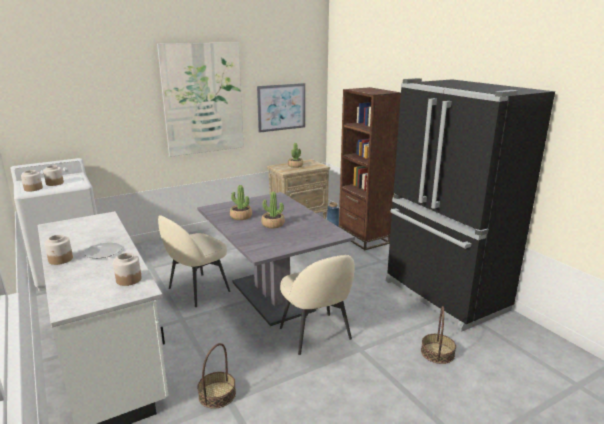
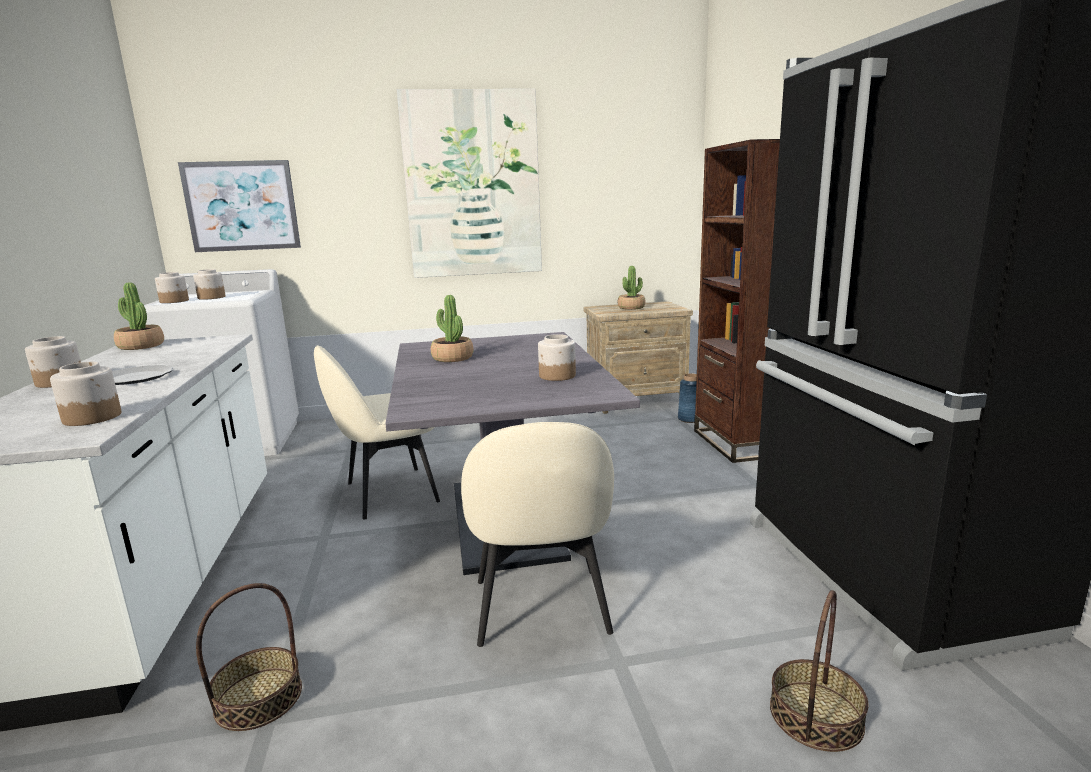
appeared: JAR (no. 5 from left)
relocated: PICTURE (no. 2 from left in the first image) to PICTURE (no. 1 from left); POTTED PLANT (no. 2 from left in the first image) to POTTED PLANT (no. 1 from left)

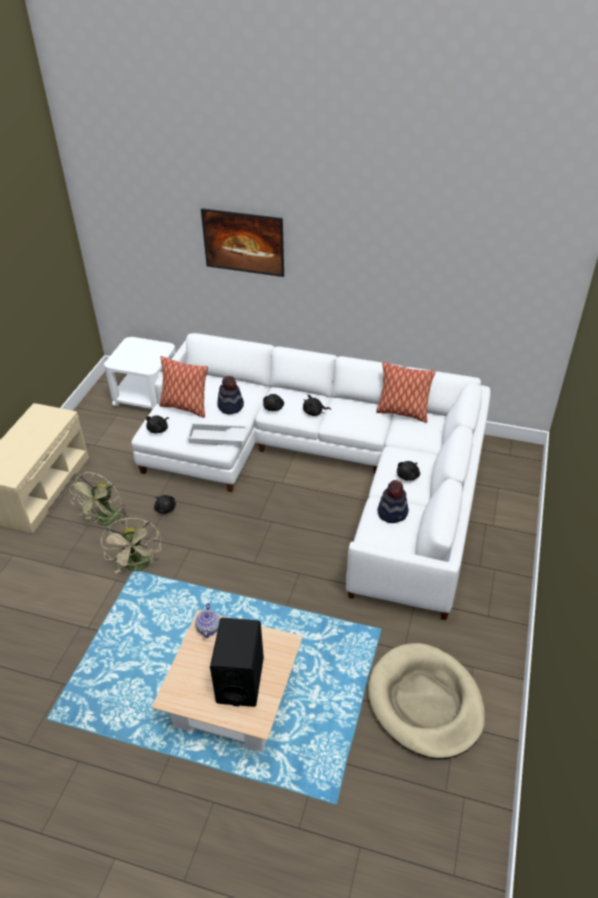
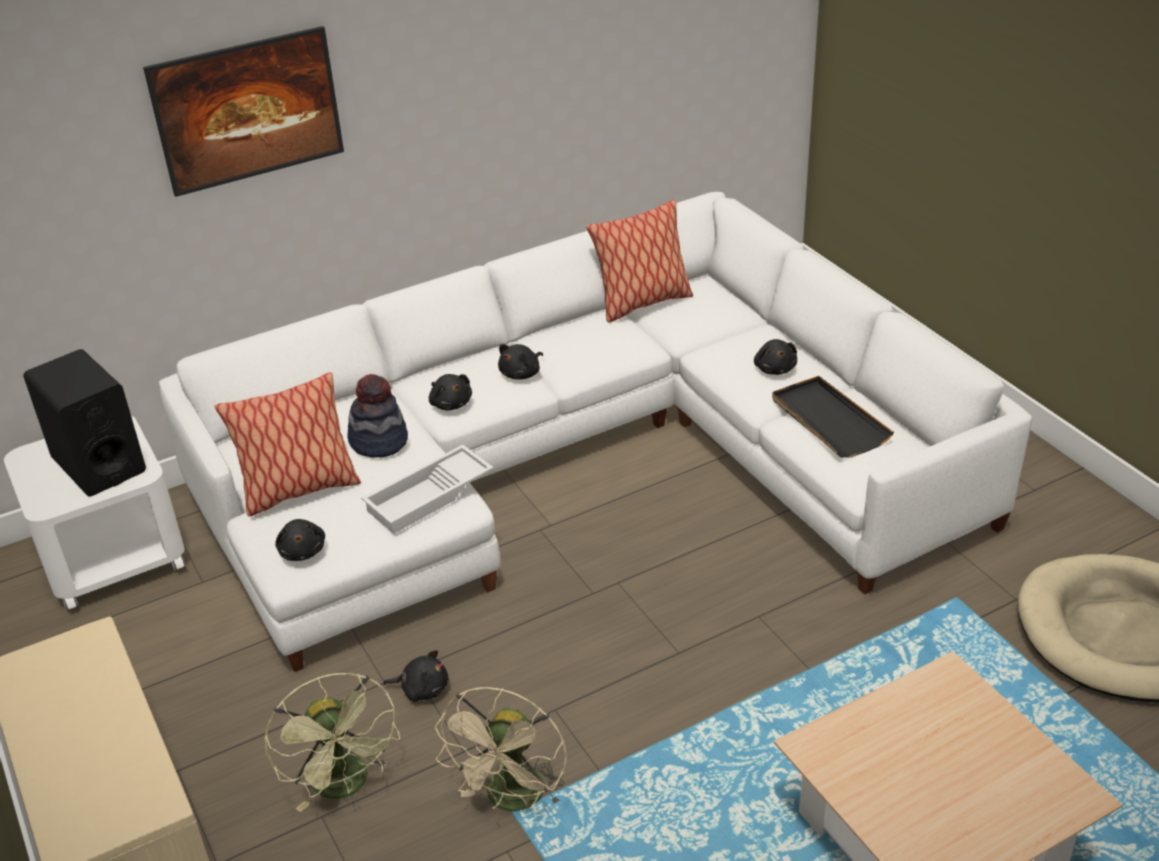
missing: TEAPOT
relocated: BLACK SPEAKER
exchanged: HAT (no. 2 from left) to BLACK TRAY
spun: BEIGE FAN 75 degrees clockwise

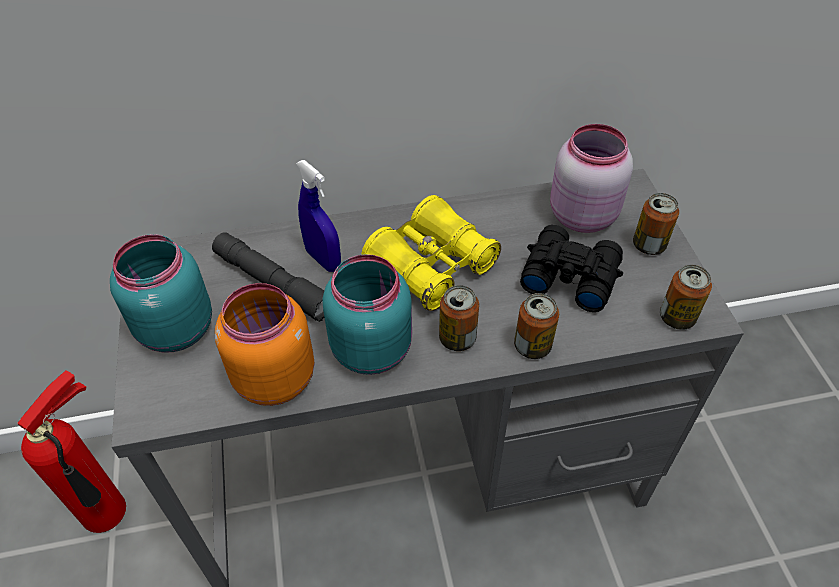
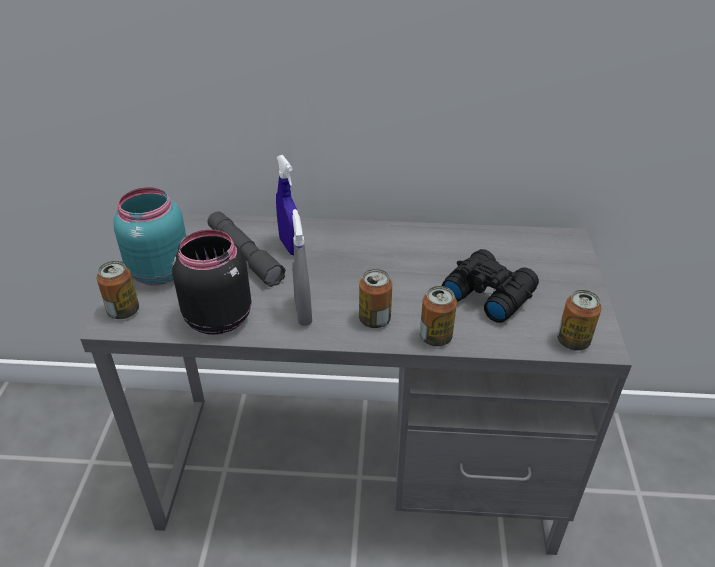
missing: PINK JAR; YELLOW BINOCULARS; FIRE EXTINGUISHER
relocated: CAN (no. 3 from left in the first image) to CAN (no. 1 from left)
exchanged: TURQUOISE JAR (no. 2 from left) to GREY SPRAY BOTTLE
colour: ORANGE JAR to BLACK JAR

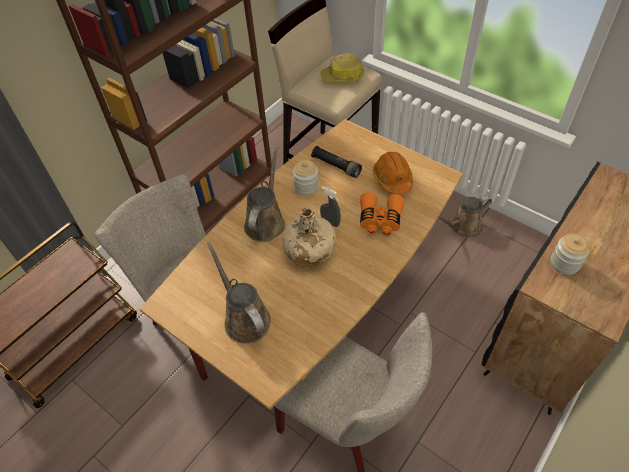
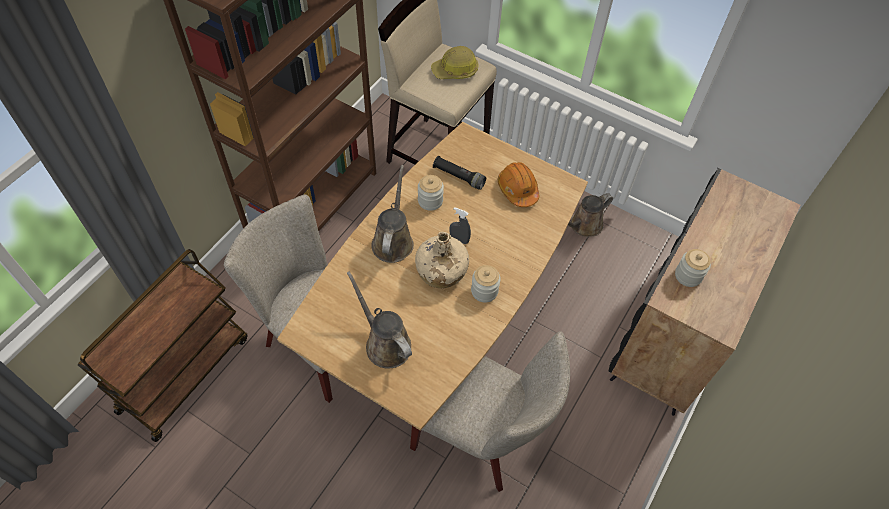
missing: ORANGE BINOCULARS
appeared: JAR (no. 2 from left)

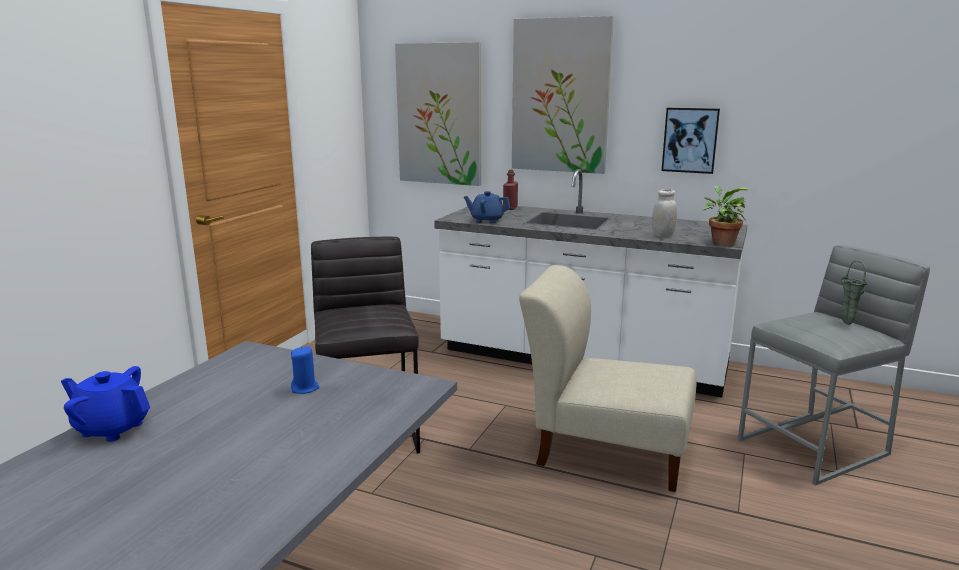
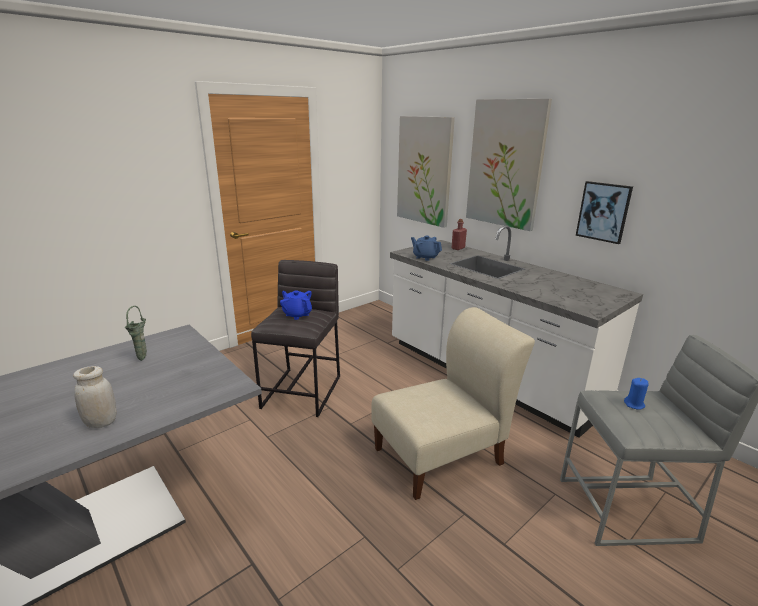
missing: POTTED PLANT
relocated: WHITE JAR; GREEN VASE; BLUE CANDLE; BLUE TEAPOT (no. 1 from left)
spun: BEIGE CHAIR 105 degrees clockwise

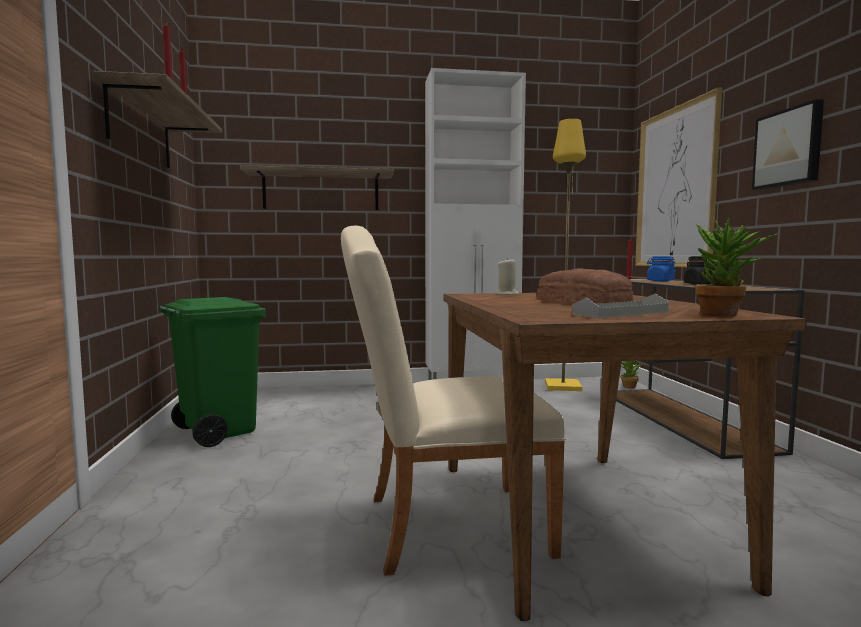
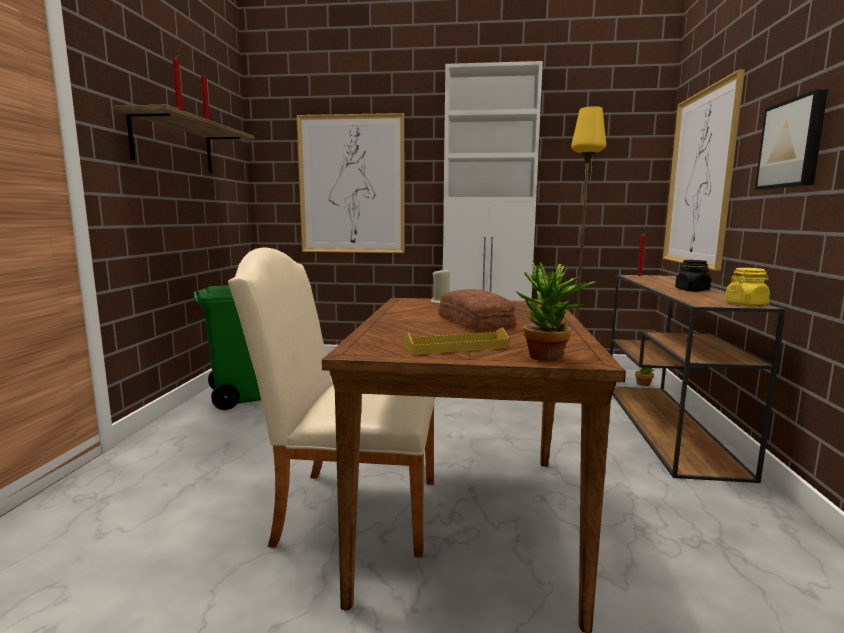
missing: BLUE JAR
appeared: YELLOW JAR
exchanged: SHELF (no. 2 from left) to PICTURE (no. 1 from left)
colour: GREY TRAY to YELLOW TRAY

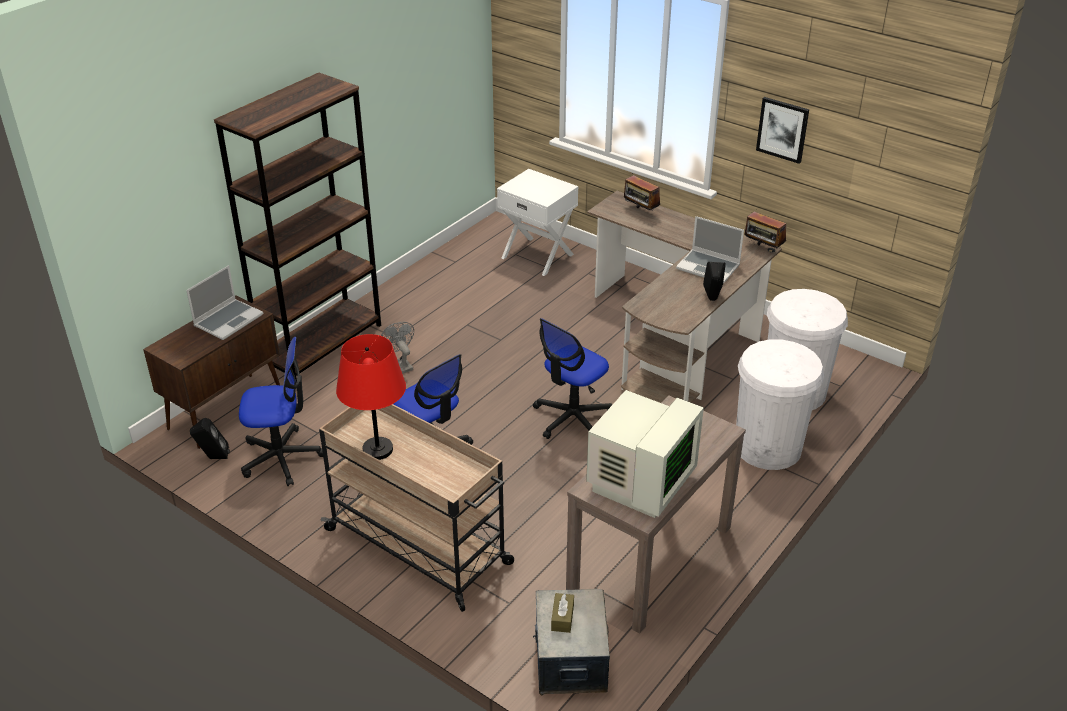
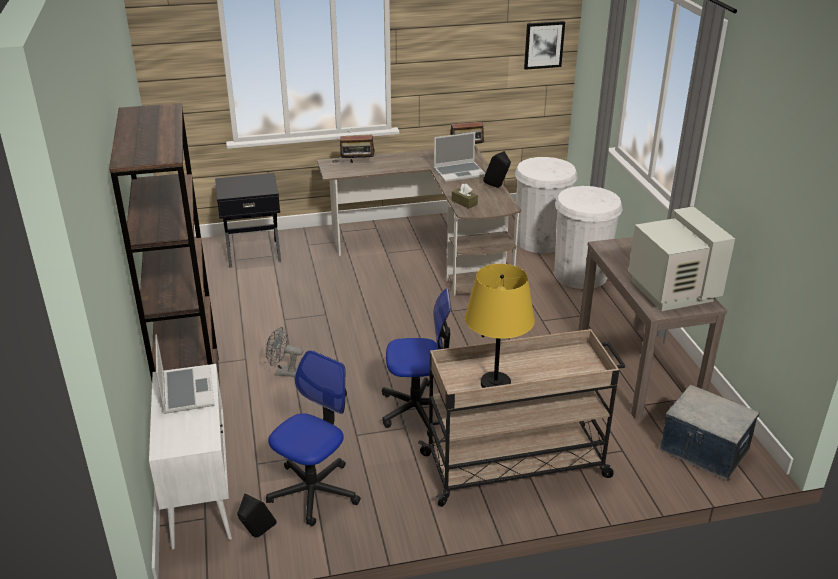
missing: OFFICE CHAIR (no. 3 from left)
relocated: PICTURE; BROWN TISSUE BOX
colour: WHITE NIGHTSTAND to BLACK NIGHTSTAND; BROWN CABINET to WHITE CABINET; RED TABLE LAMP to YELLOW TABLE LAMP

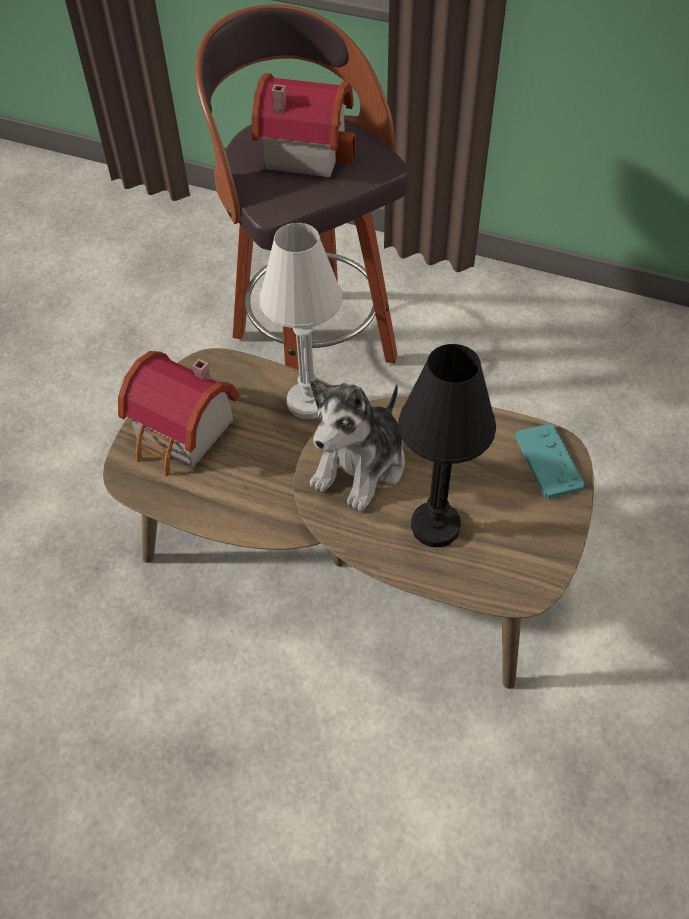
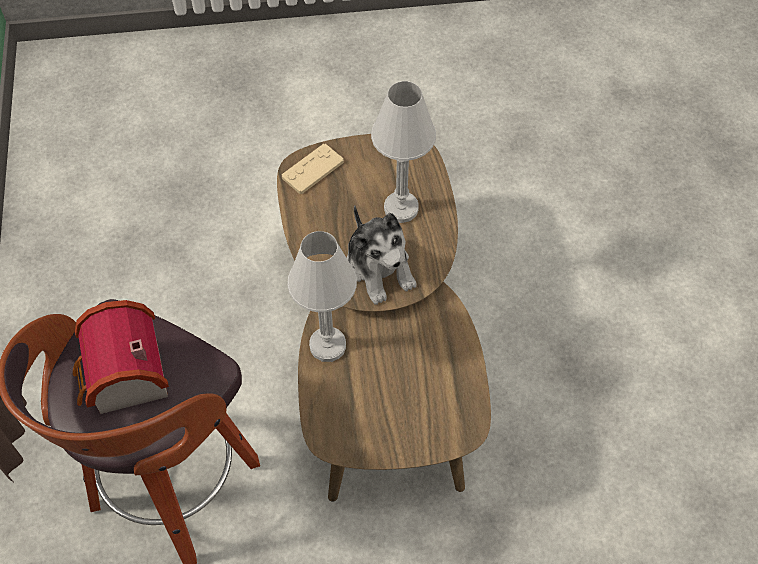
missing: TOY HOUSE (no. 1 from left)
colour: BLACK TABLE LAMP to WHITE TABLE LAMP (no. 2 from left); TURQUOISE GAME CONTROLLER to BEIGE GAME CONTROLLER
spun: PLUSH TOY 60 degrees clockwise

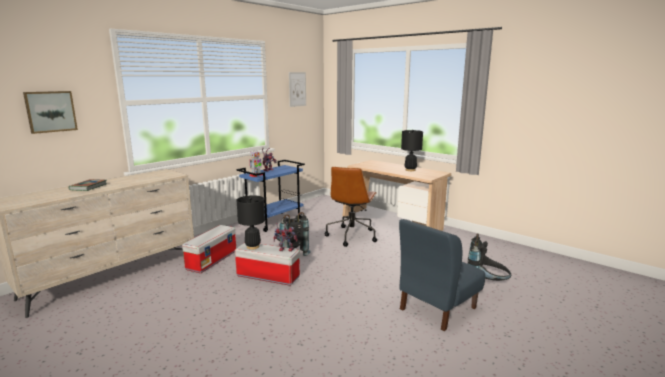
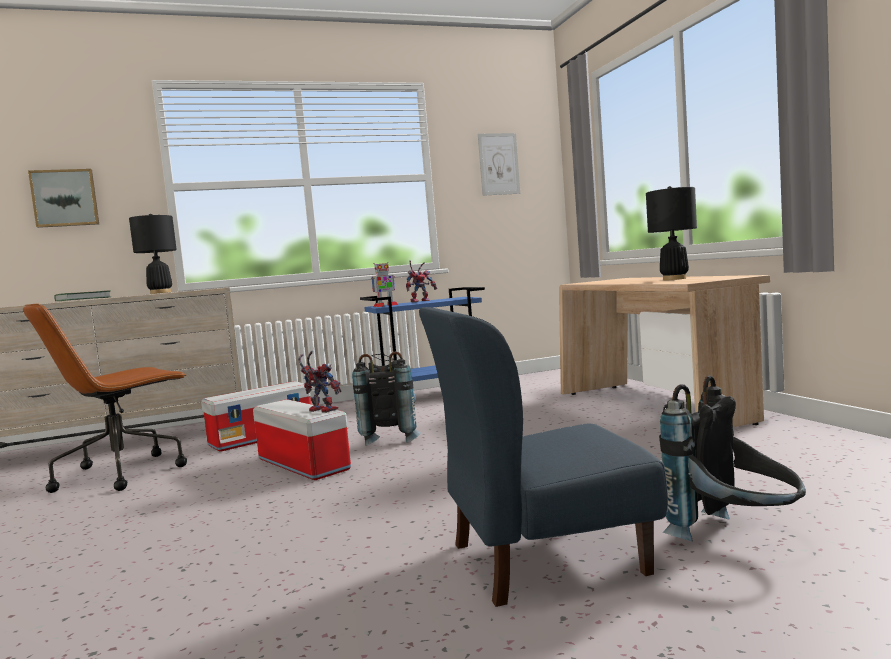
relocated: BROWN OFFICE CHAIR; BLACK TABLE LAMP (no. 1 from left)

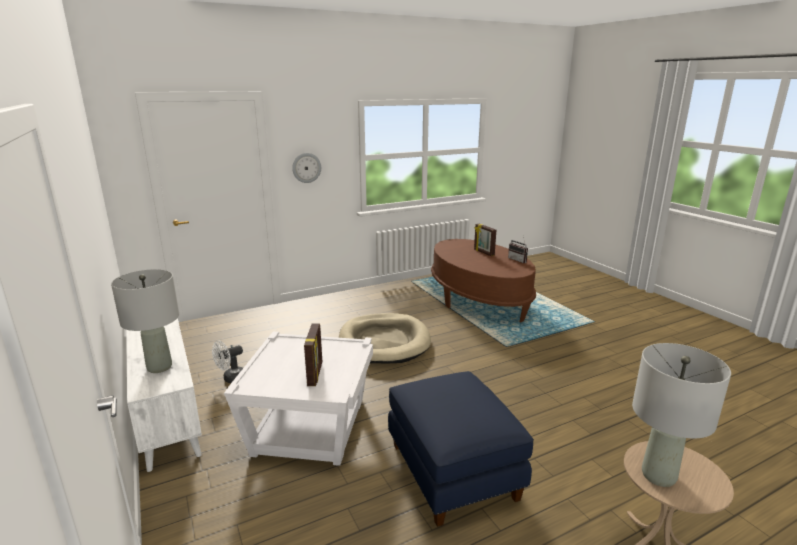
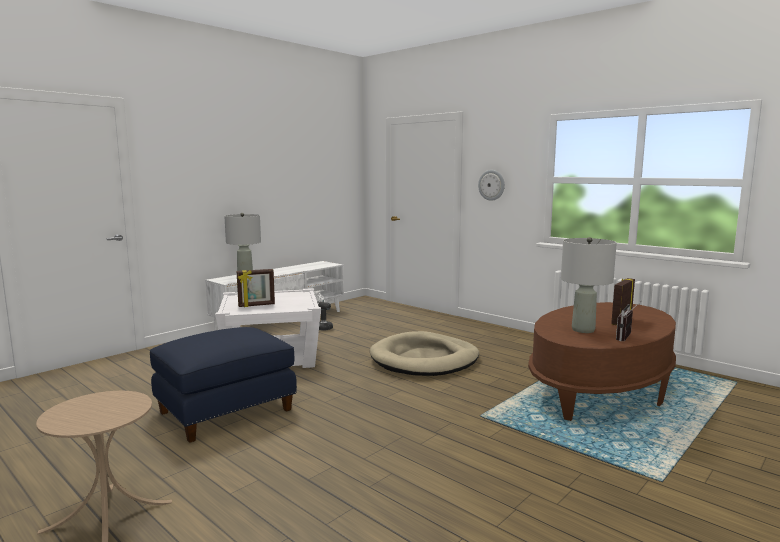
relocated: GREY TABLE LAMP (no. 2 from left)

